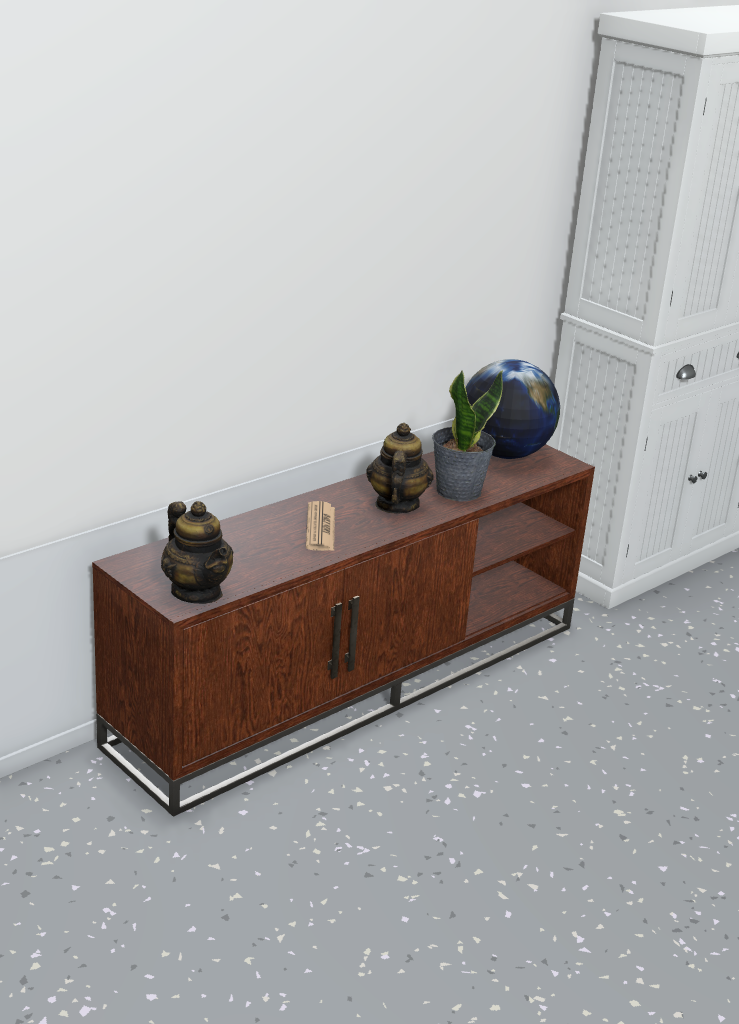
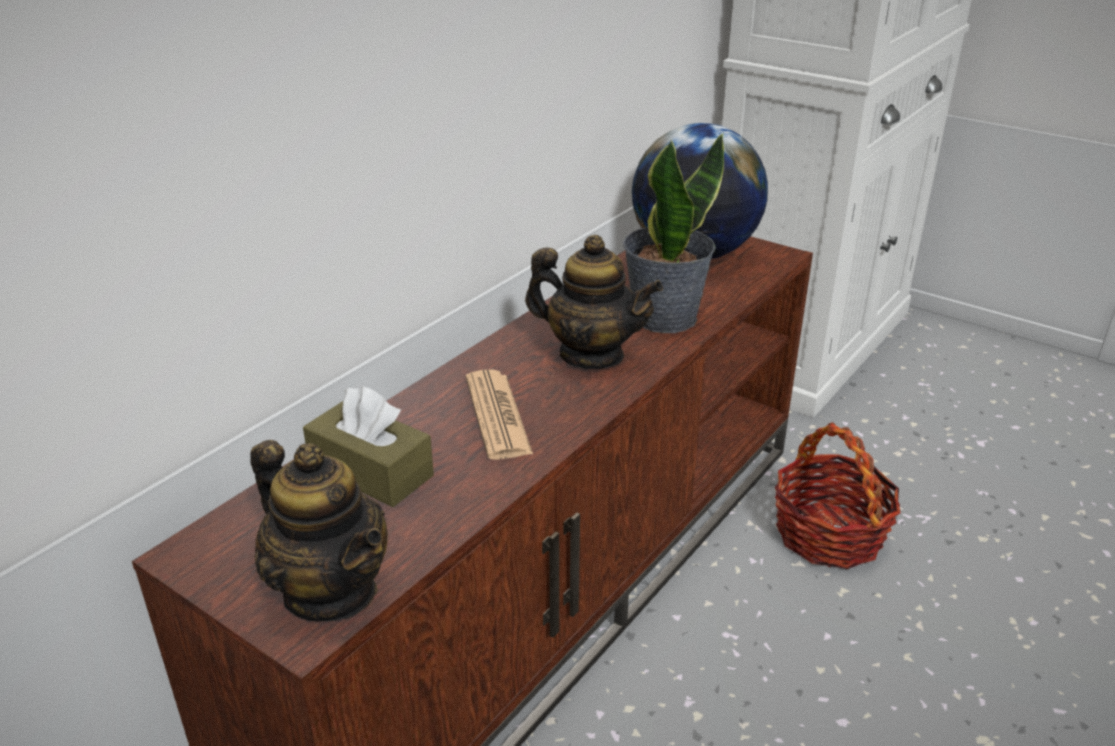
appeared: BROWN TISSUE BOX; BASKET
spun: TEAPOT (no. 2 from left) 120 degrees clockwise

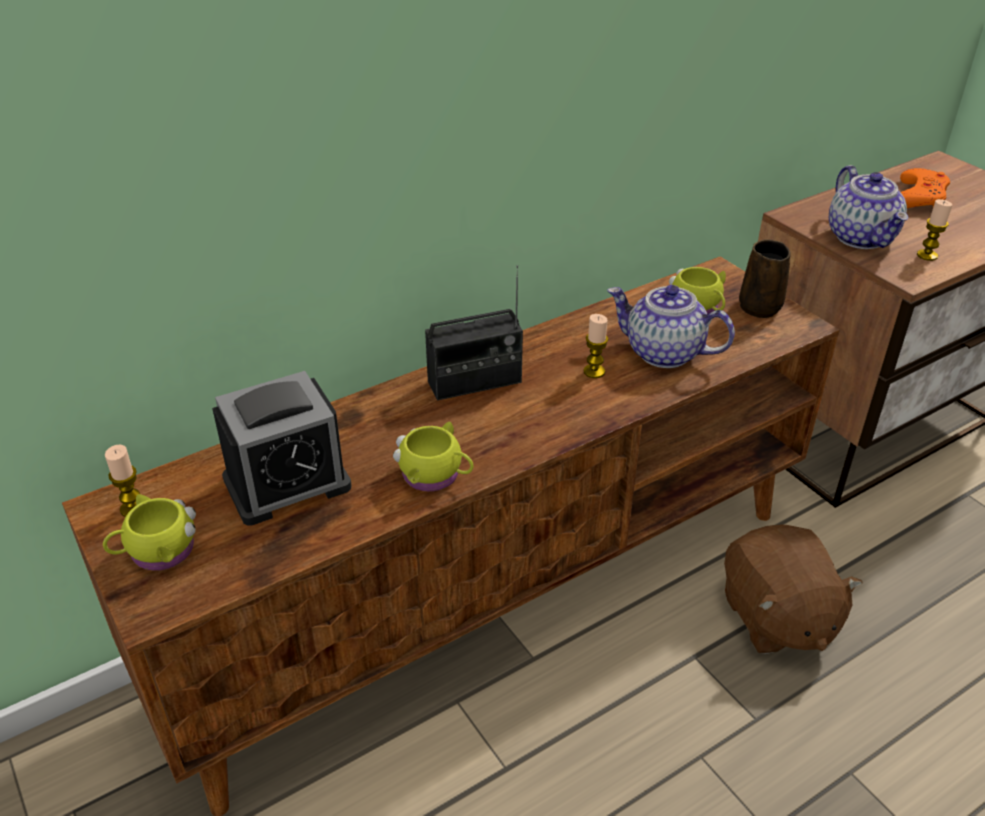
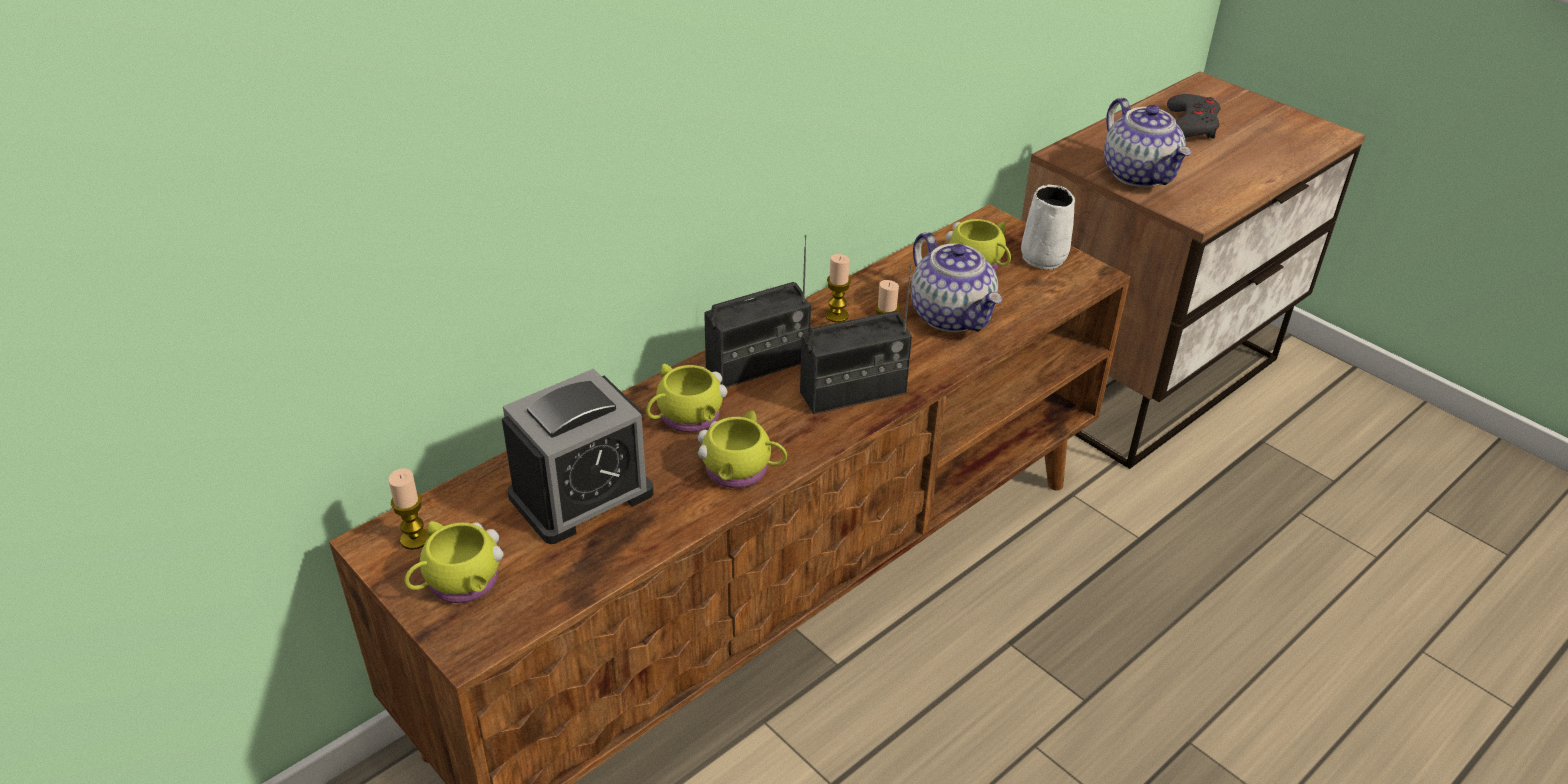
missing: BROWN PLUSH TOY
appeared: RADIO (no. 2 from left); YELLOW MUG (no. 2 from left)
relocated: CANDLE (no. 3 from left in the first image) to CANDLE (no. 2 from left)
colour: ORANGE GAME CONTROLLER to GREY GAME CONTROLLER; BROWN MUG to WHITE MUG
spun: TEAPOT (no. 1 from left) 135 degrees counterclockwise

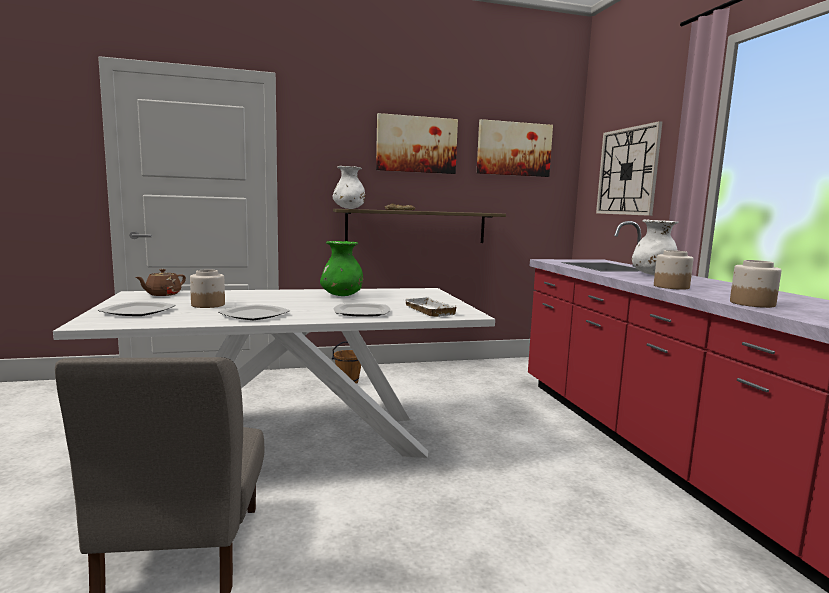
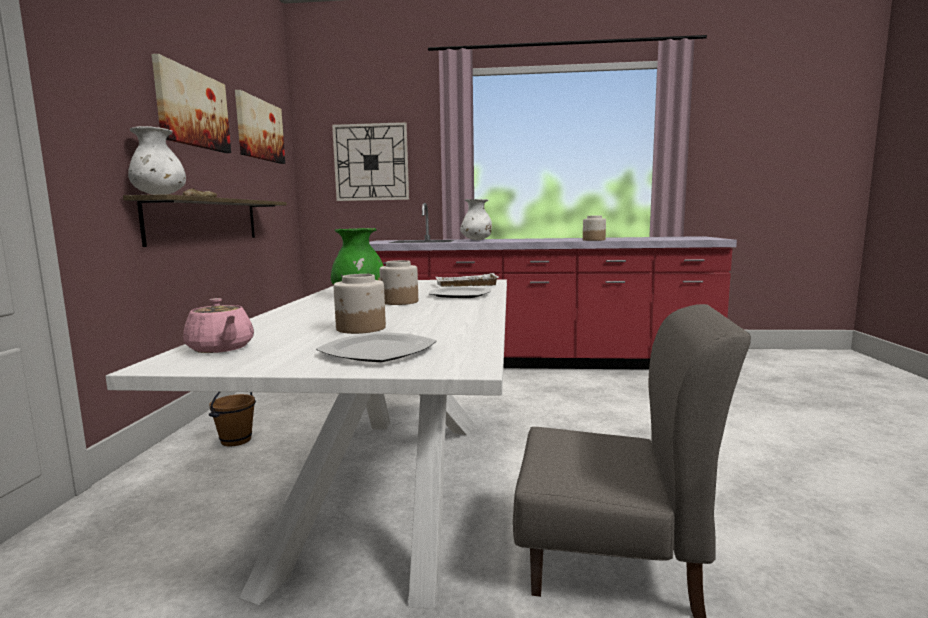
missing: PLATE (no. 2 from left)
relocated: JAR (no. 2 from left)
colour: BROWN TEAPOT to PINK TEAPOT

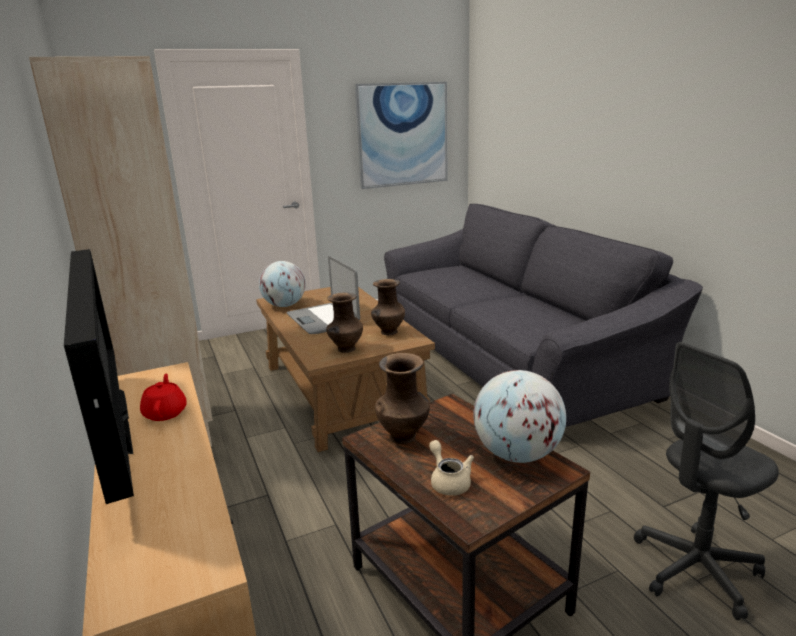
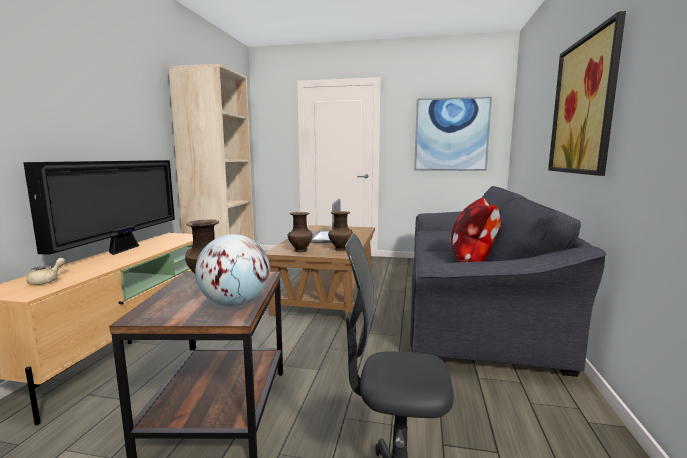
missing: GLOBE (no. 1 from left); RED TEAPOT
appeared: PICTURE (no. 2 from left); PILLOW
relocated: BEIGE TEAPOT

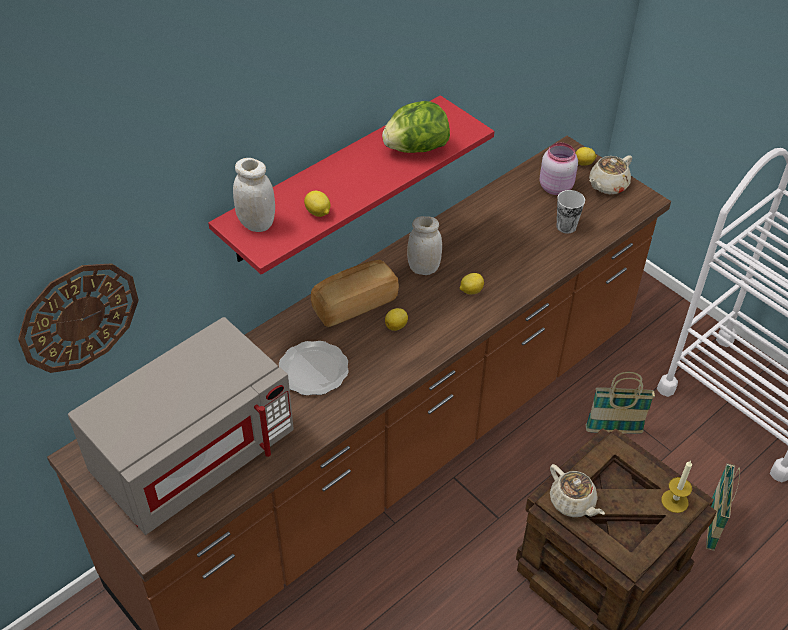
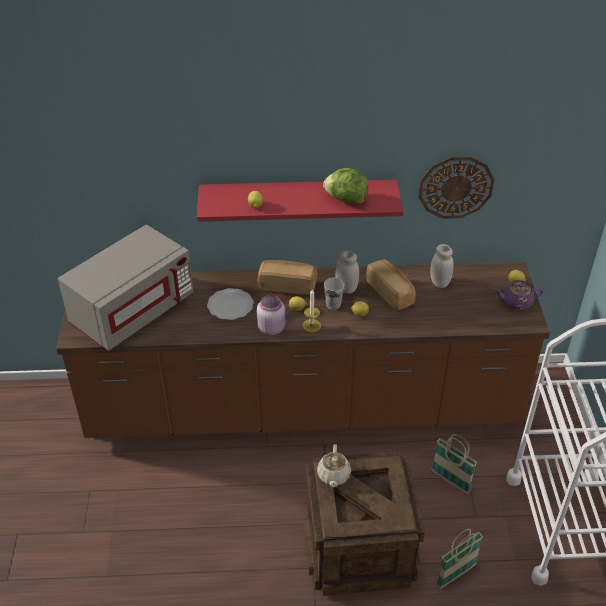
appeared: BREAD (no. 2 from left)
relocated: PINK JAR; WHITE JAR (no. 1 from left in the first image) to WHITE JAR (no. 2 from left); CUP; WALL CLOCK; CANDLE
colour: BEIGE TEAPOT (no. 2 from left) to PURPLE TEAPOT
spun: GREY MICROWAVE 45 degrees counterclockwise

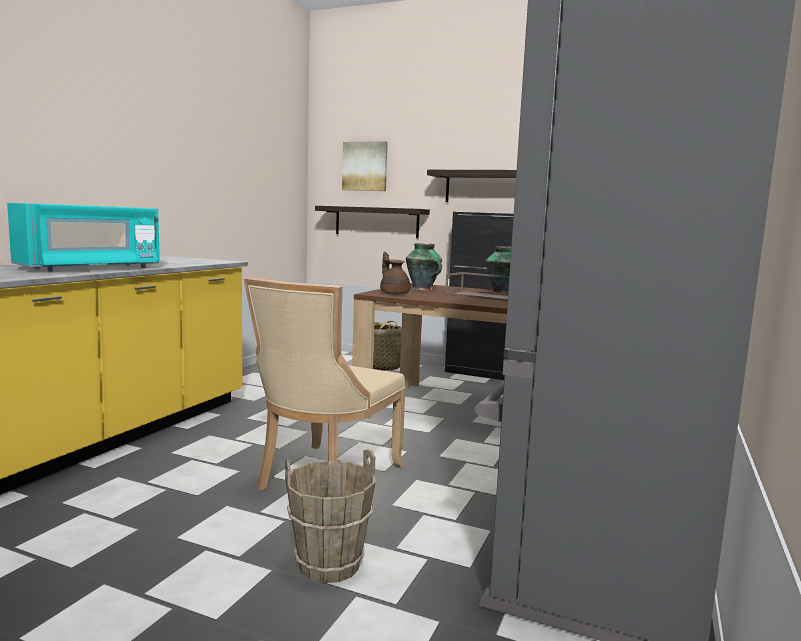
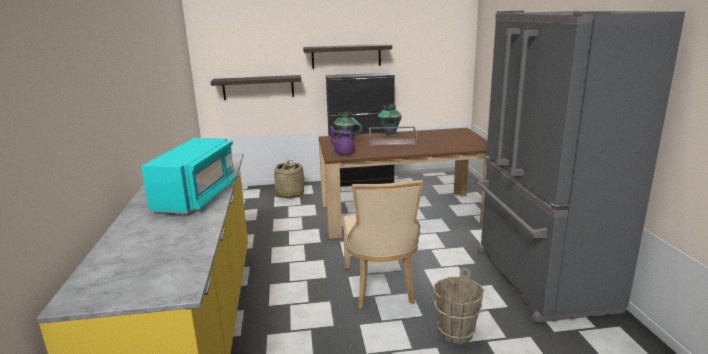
missing: PICTURE
colour: BROWN TEAPOT to PURPLE TEAPOT

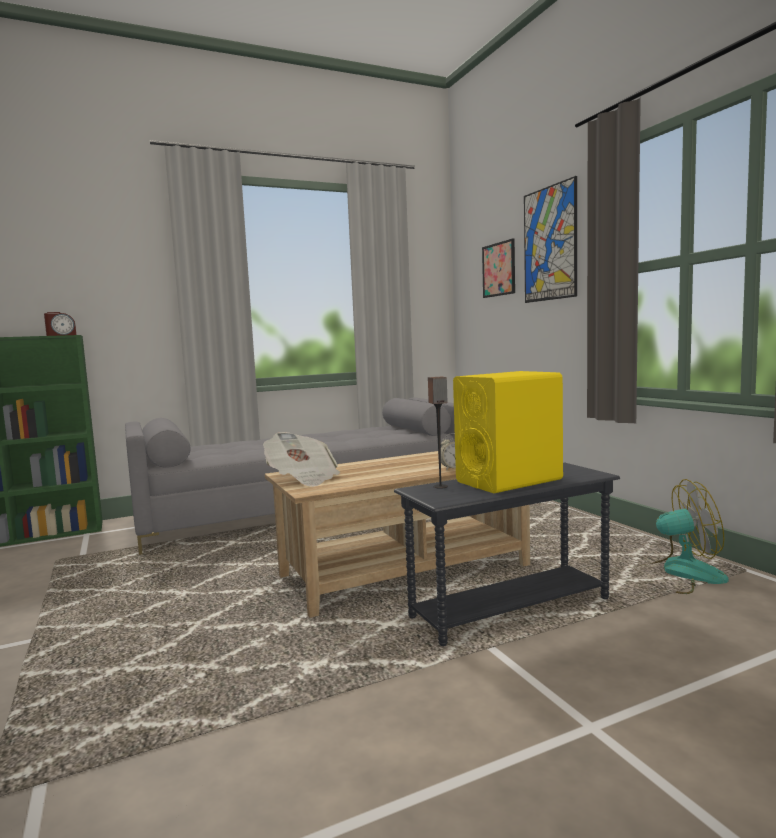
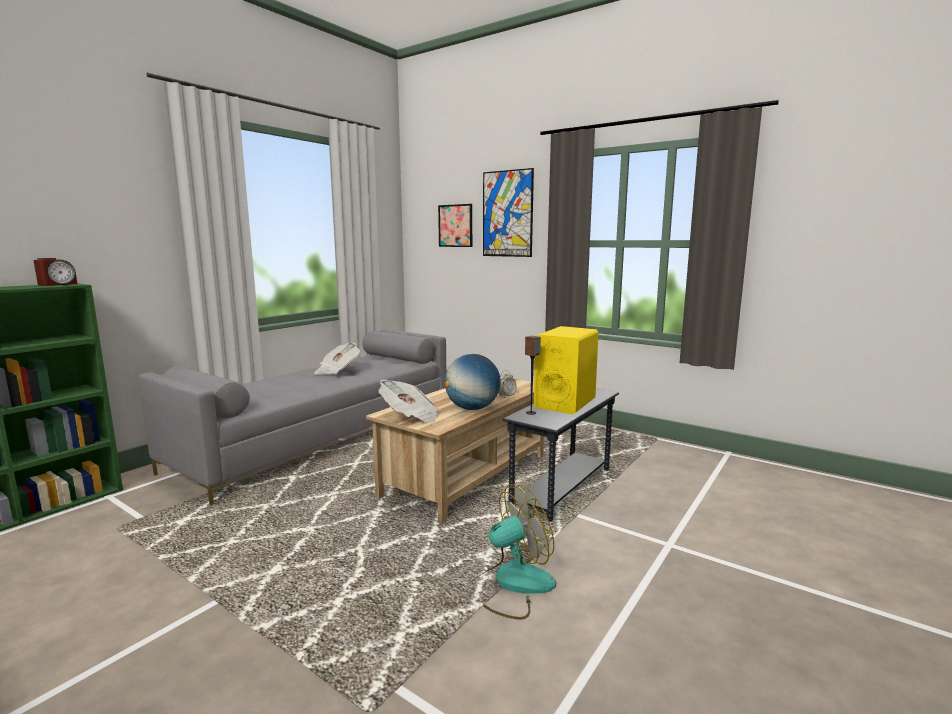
appeared: NEWSPAPER (no. 1 from left); GLOBE
relocated: FAN

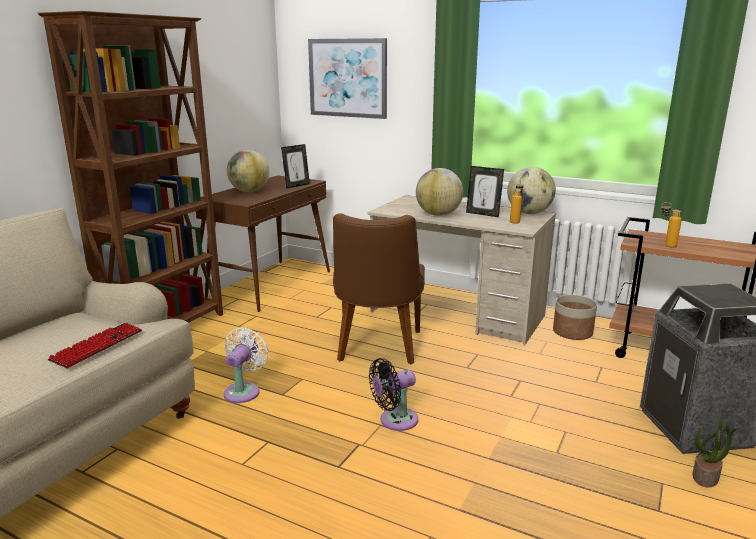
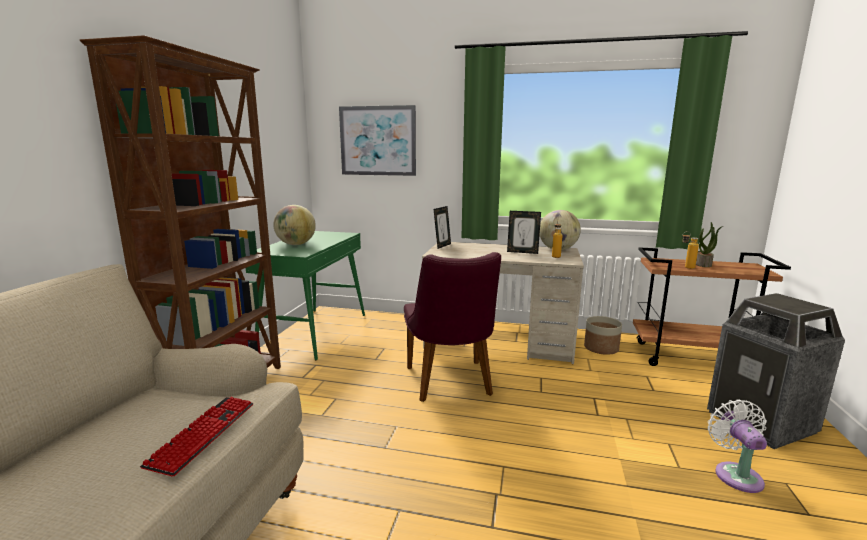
missing: GLOBE (no. 2 from left); BLACK FAN
relocated: PICTURE FRAME (no. 1 from left); WHITE FAN; POTTED PLANT
colour: BROWN CONSOLE TABLE to GREEN CONSOLE TABLE; BROWN CHAIR to PURPLE CHAIR

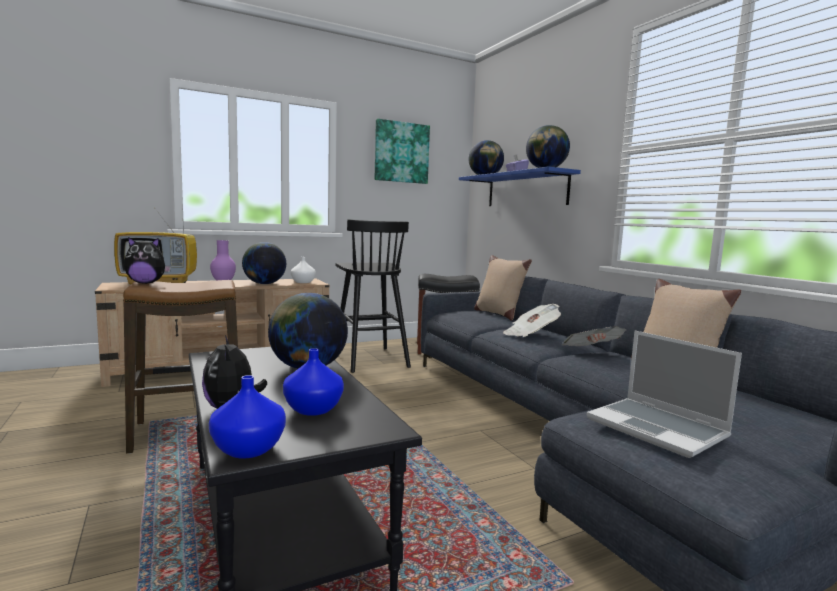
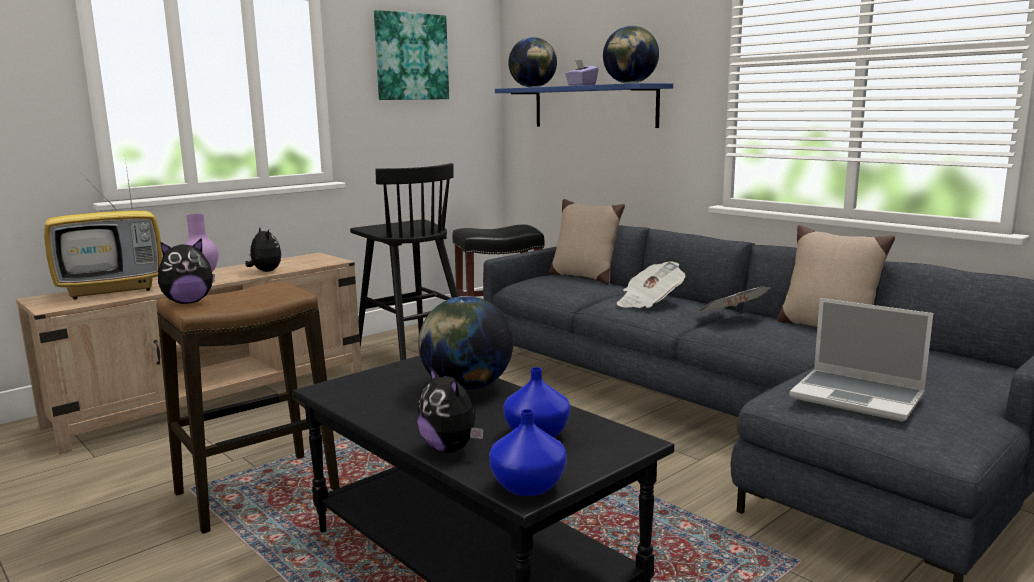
missing: WHITE VASE
exchanged: GLOBE (no. 1 from left) to PLUSH TOY (no. 2 from left)

